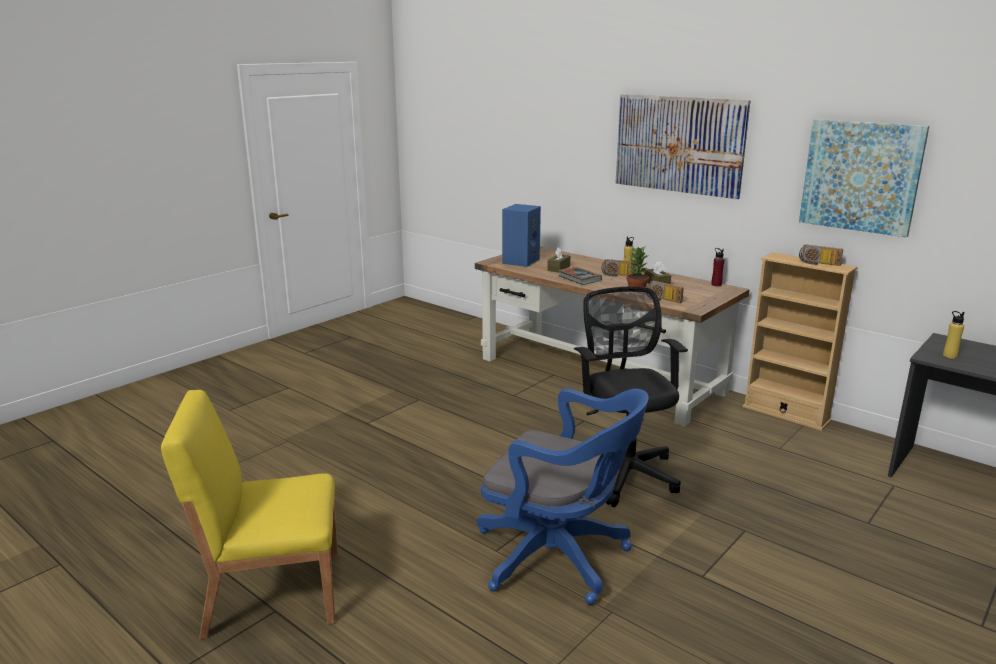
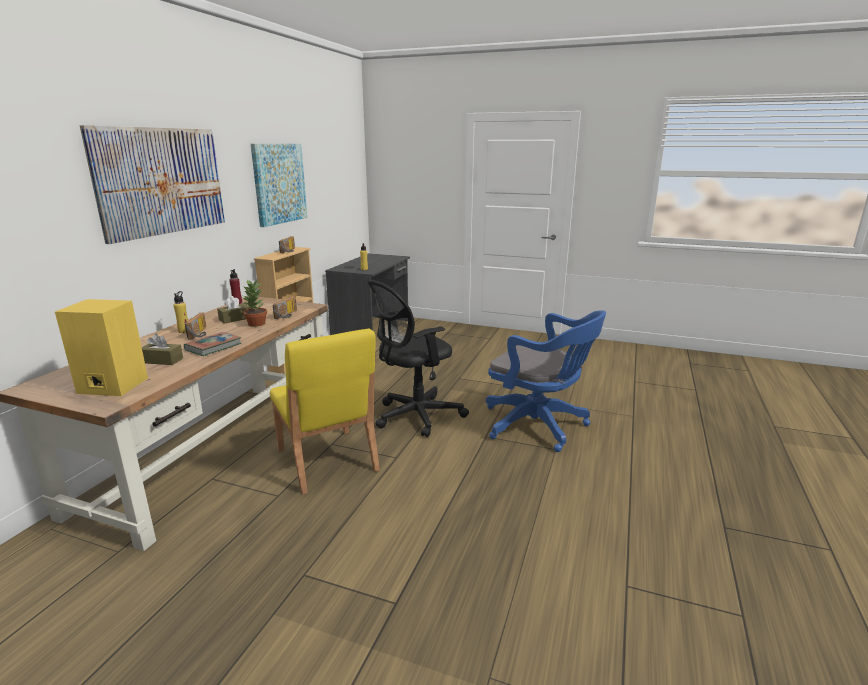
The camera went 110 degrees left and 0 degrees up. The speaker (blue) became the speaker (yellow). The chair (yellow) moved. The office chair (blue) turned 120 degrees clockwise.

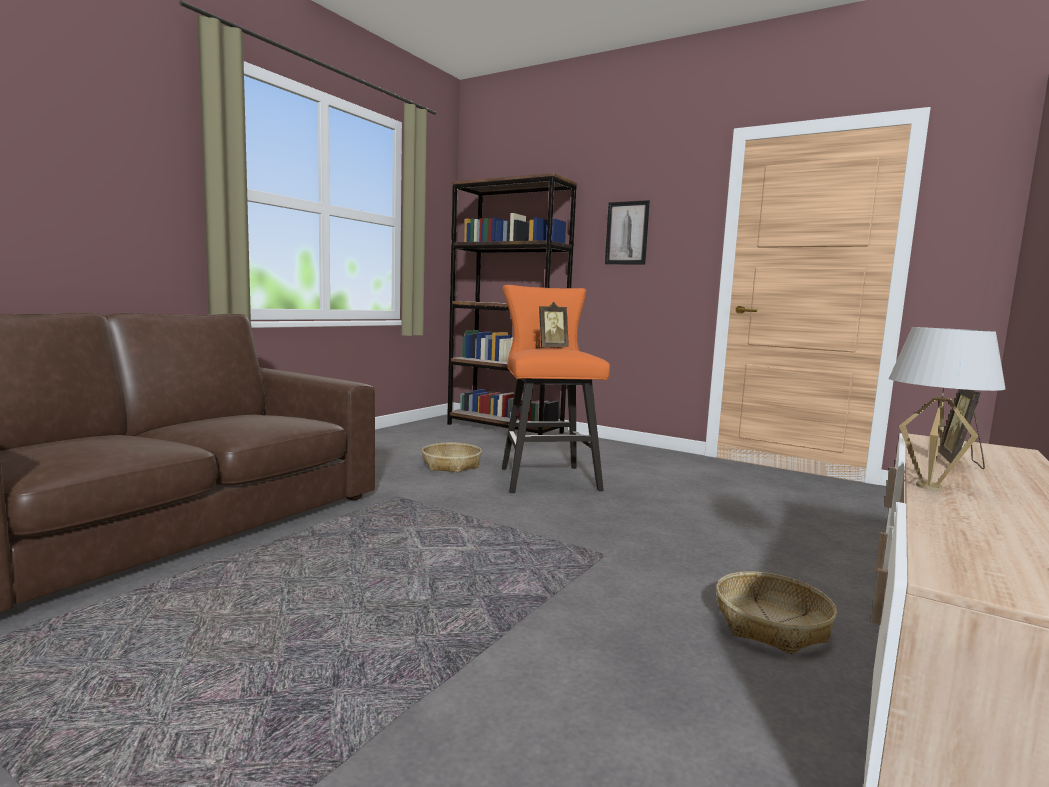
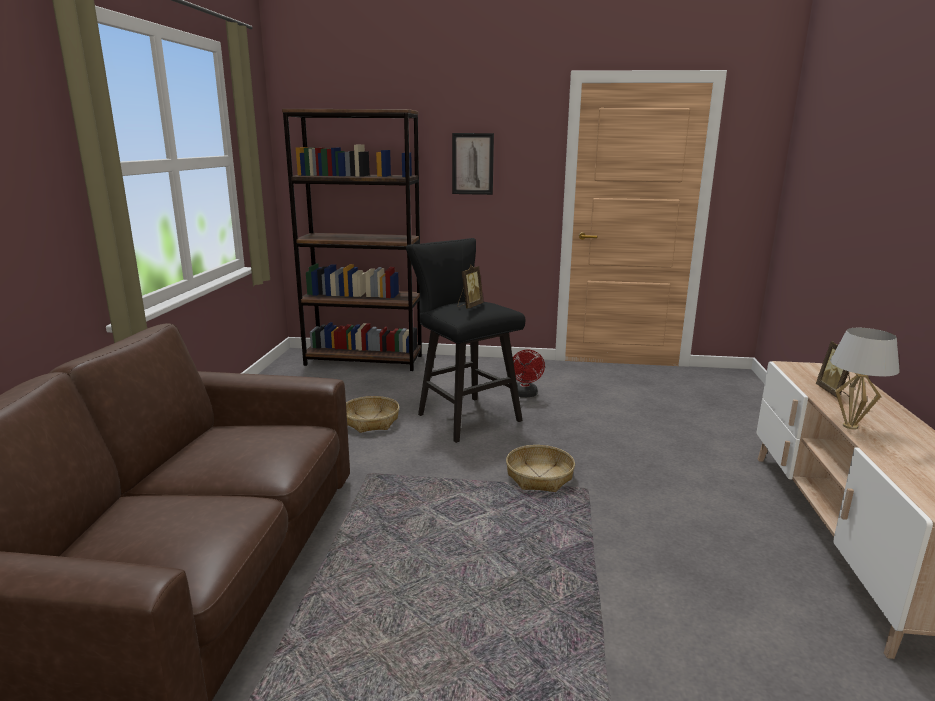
The camera went 25 degrees left and 10 degrees up. The stool (orange) became the stool (black). The basket (2nd from left) moved. The fan (red) appeared.

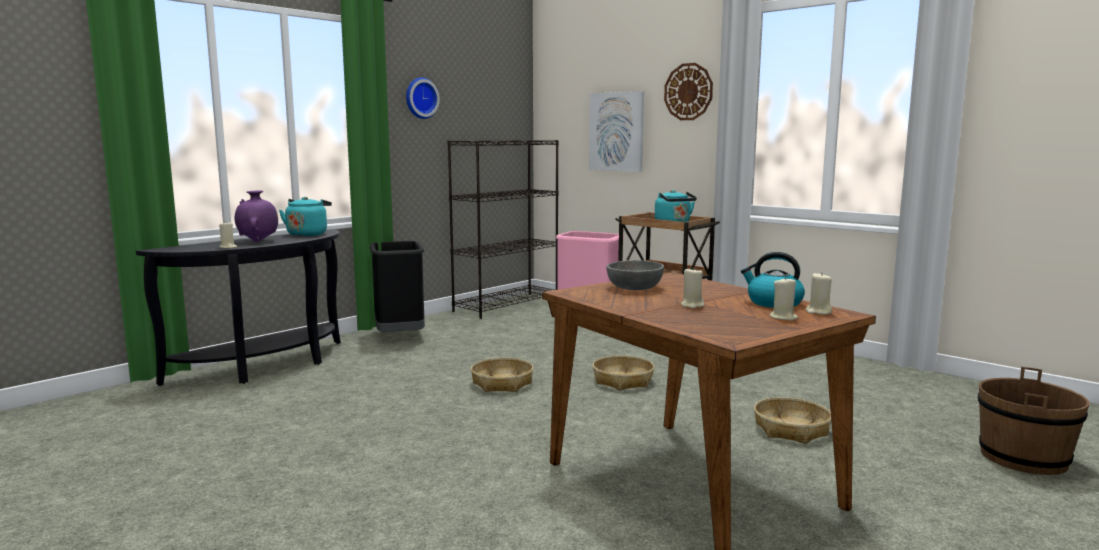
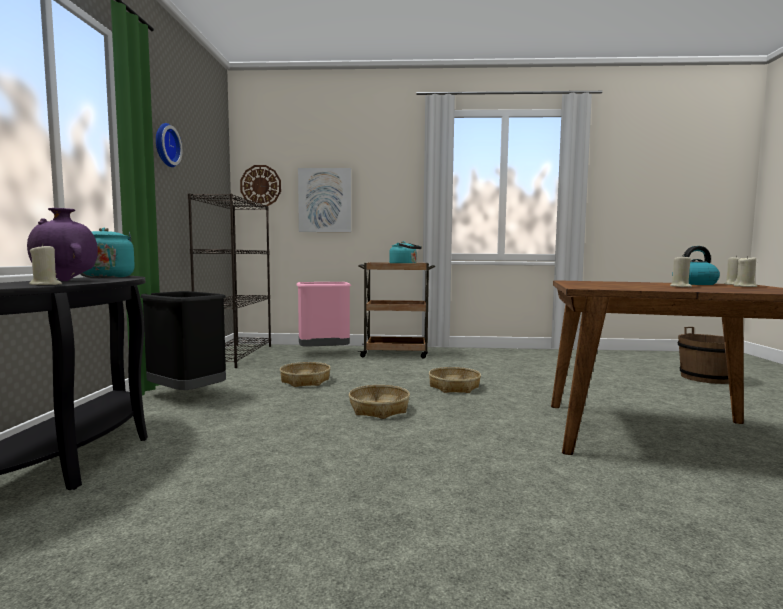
The camera went 40 degrees left and 5 degrees down. The wall clock (2nd from left) moved. The basket (3rd from left in the first image) moved. The bowl (grey) disappeared.

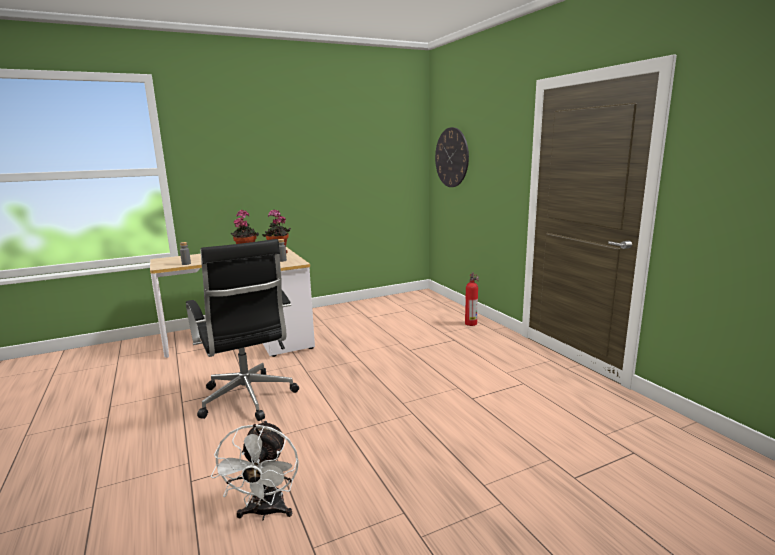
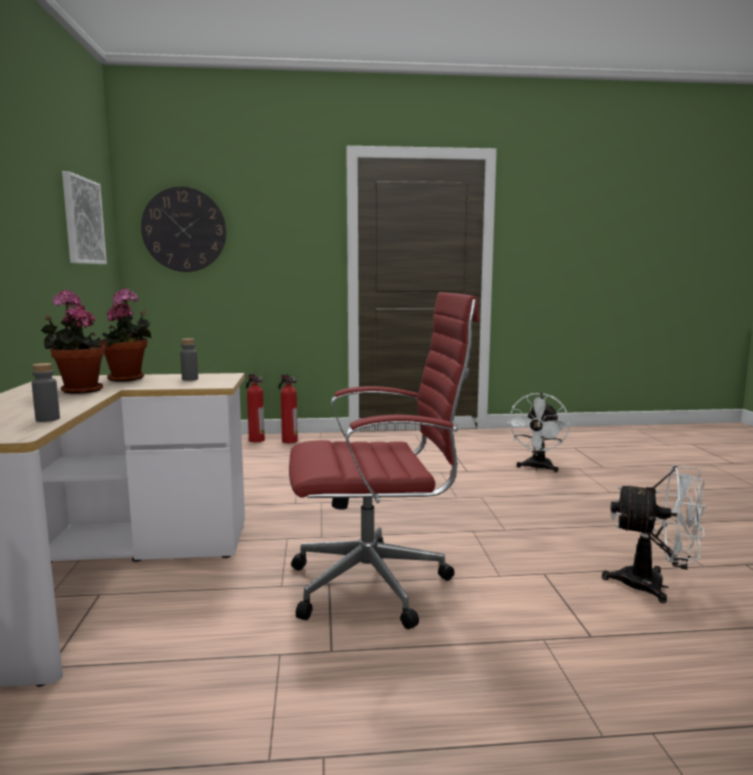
The camera went 70 degrees left and 5 degrees down. The picture appeared. The fire extinguisher (1st from left) appeared. The office chair (black) became the office chair (red). The fan (white) (1st from left) appeared.

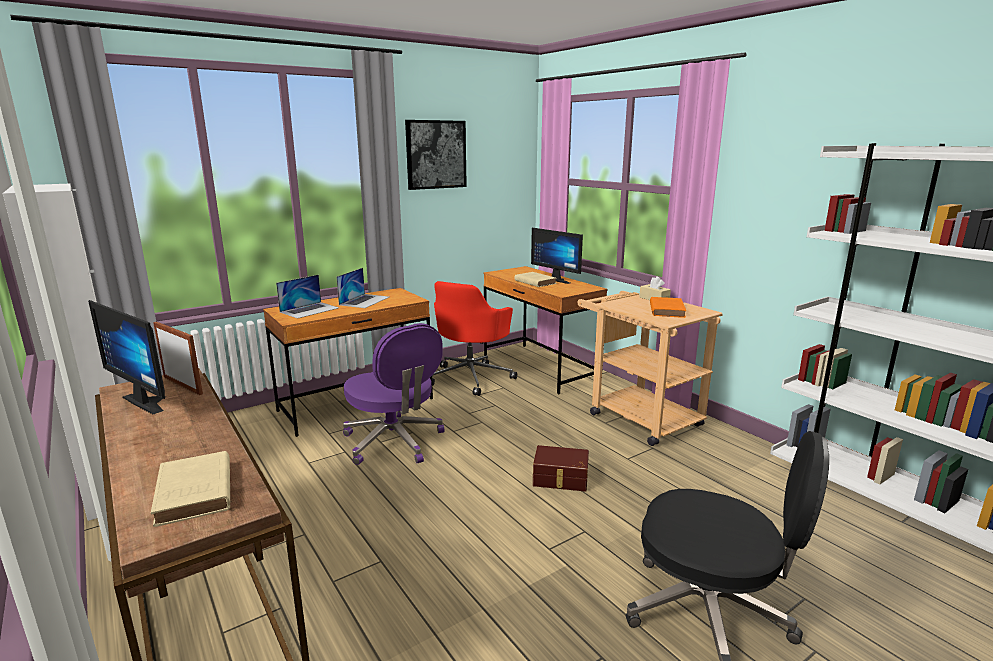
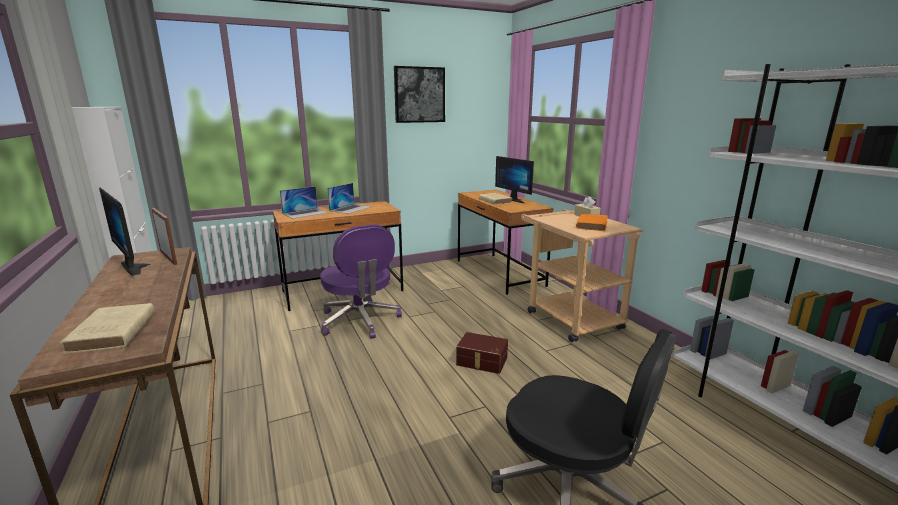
The camera went 10 degrees right and 0 degrees up. The office chair (red) disappeared.

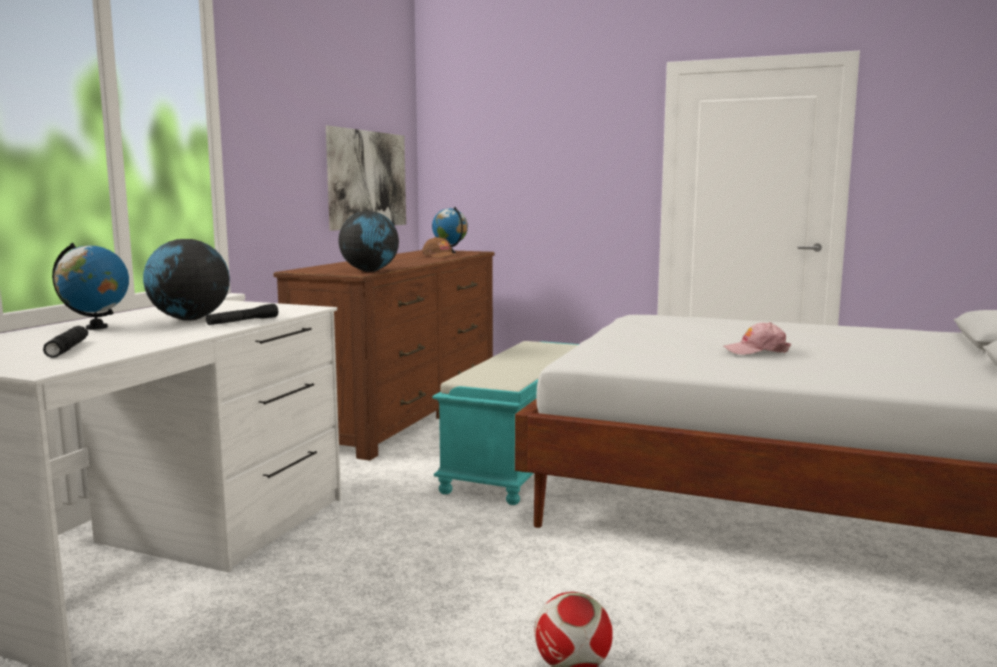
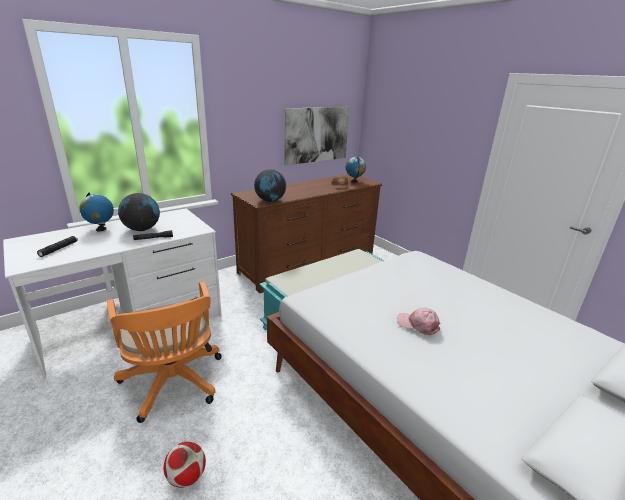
The camera went 30 degrees right and 15 degrees up. The office chair (orange) appeared.

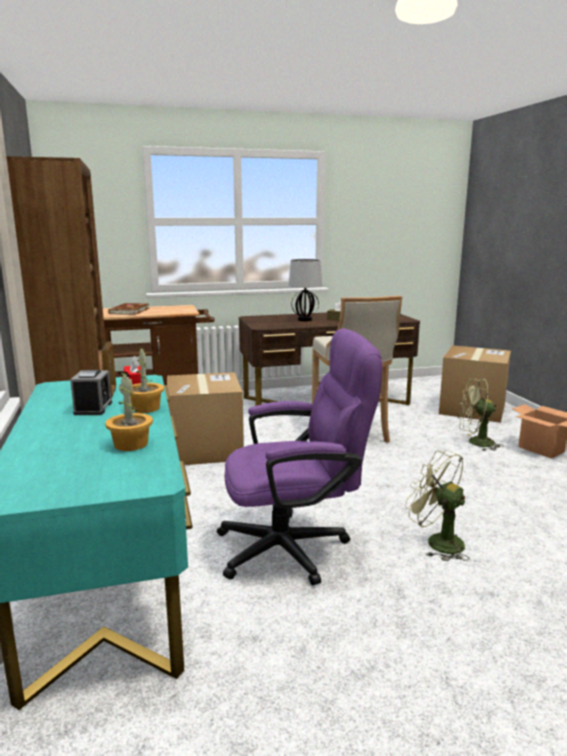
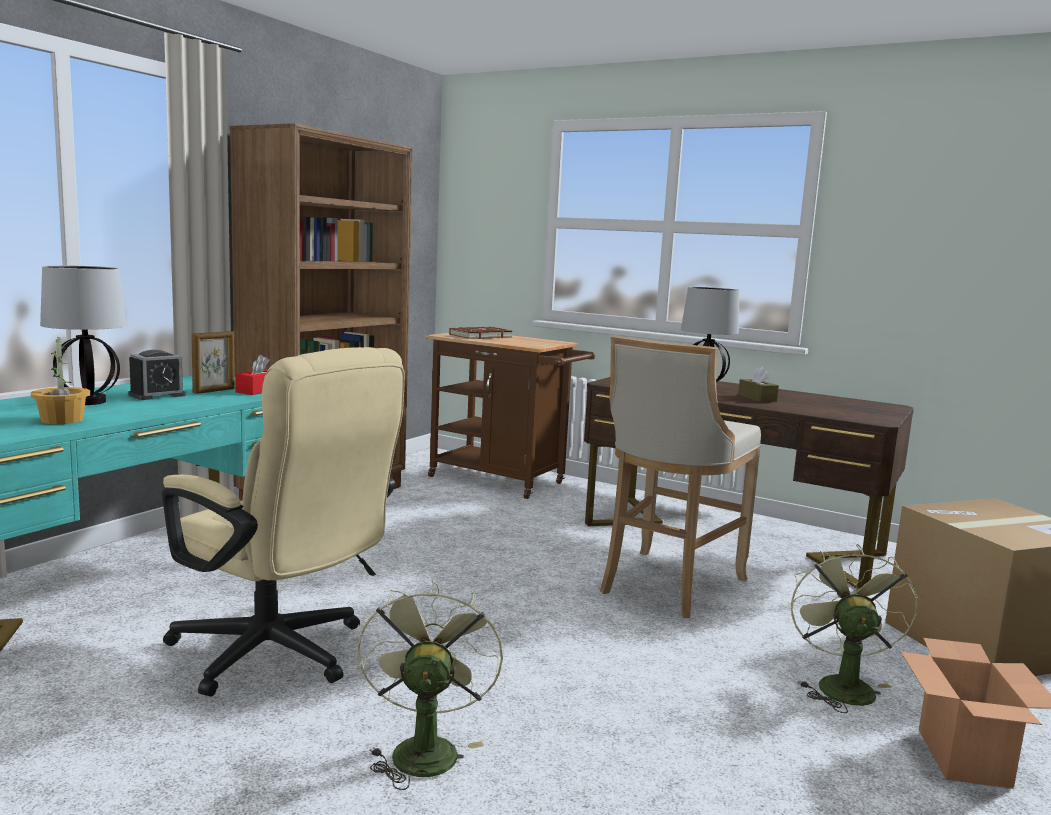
The camera went 45 degrees right and 5 degrees down. The table lamp (1st from left) appeared. The office chair (purple) became the office chair (beige). The fan (green) (2nd from left) turned 45 degrees clockwise. The potted plant (2nd from left) disappeared. The cardboard box (1st from left) disappeared.

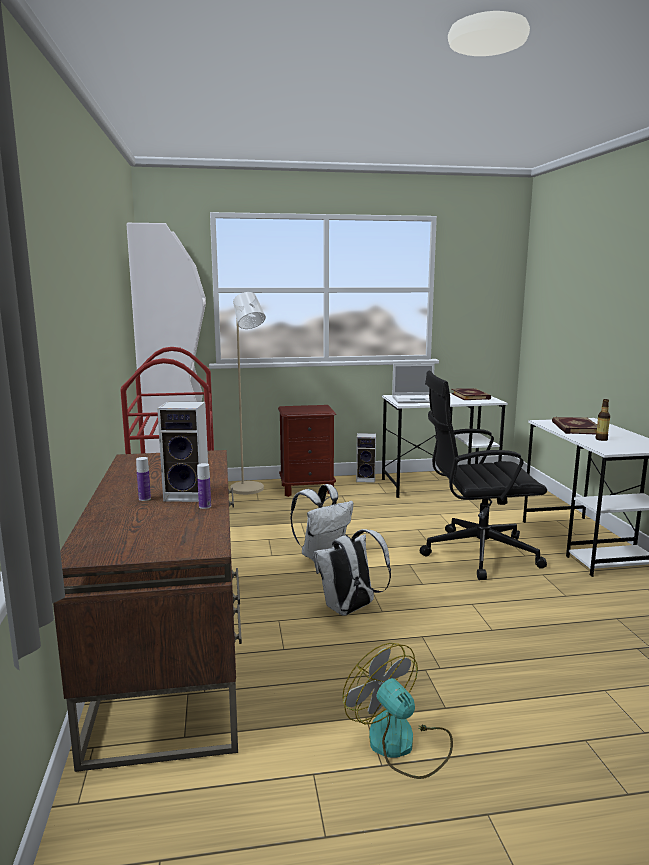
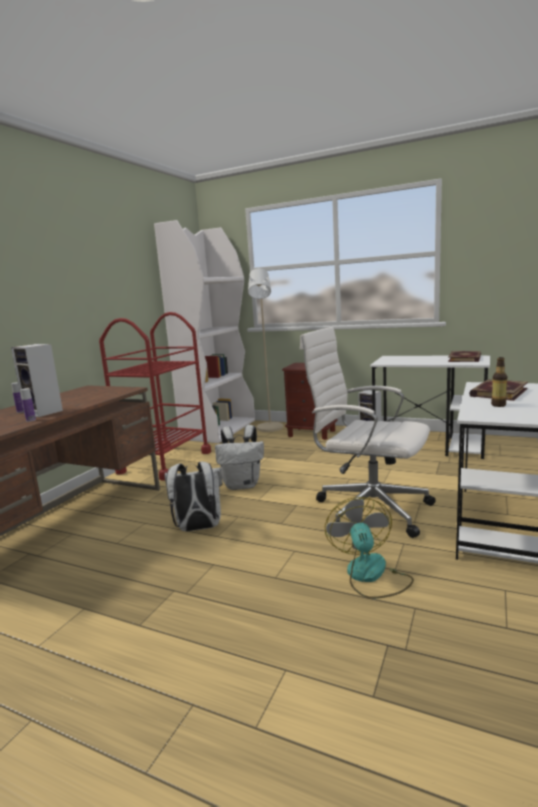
The camera went 35 degrees right and 0 degrees up. The office chair (black) became the office chair (white). The fan moved. The laptop disappeared.

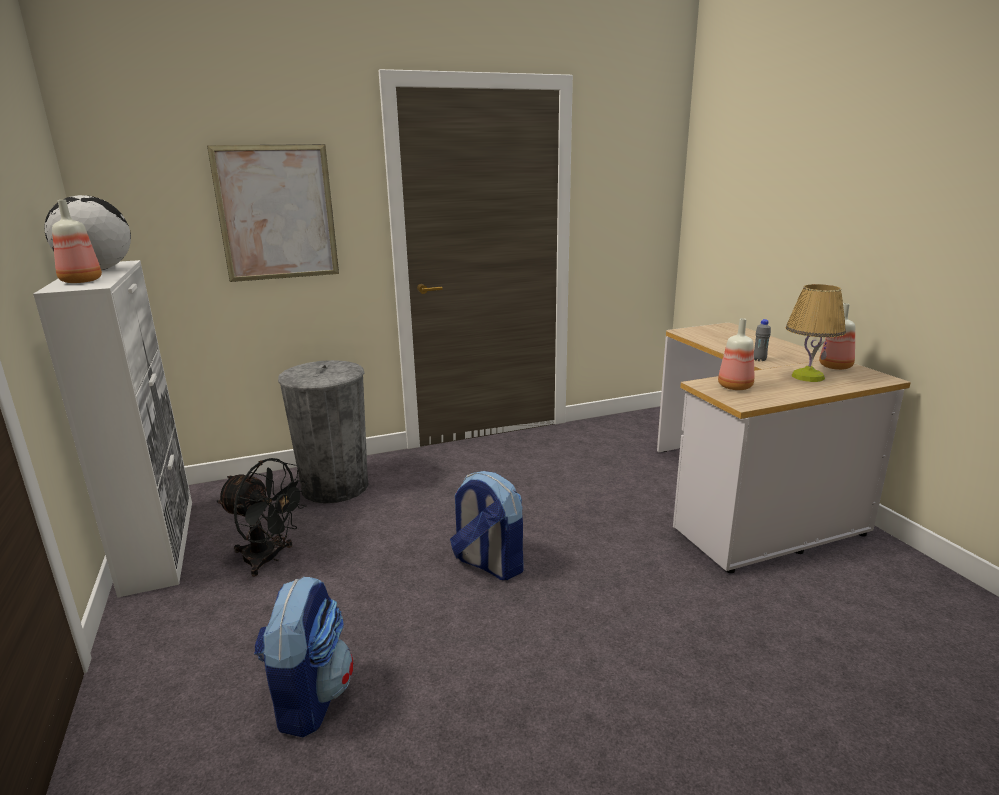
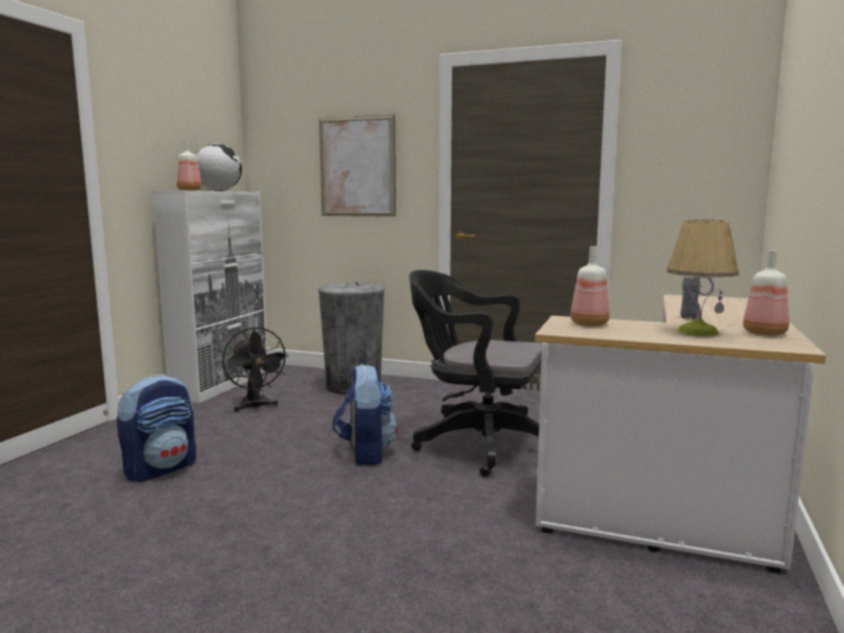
The camera went 40 degrees right and 10 degrees down. The office chair (black) appeared.

